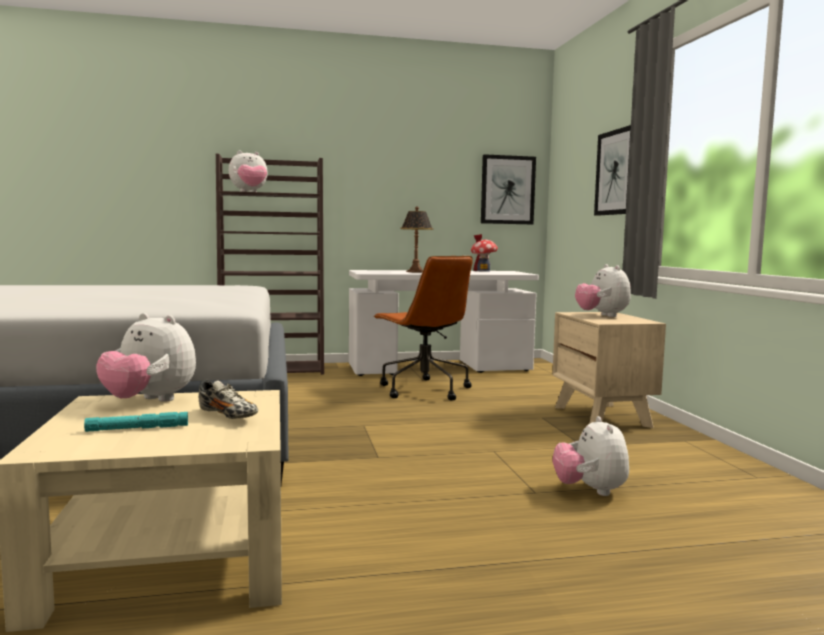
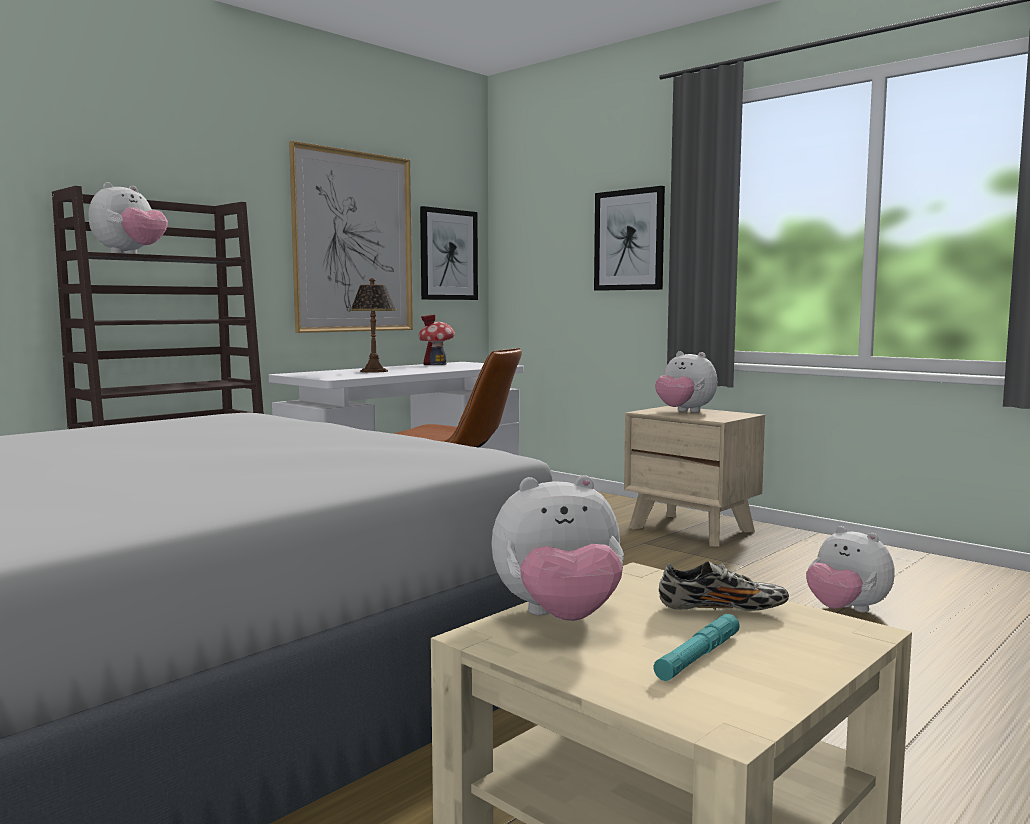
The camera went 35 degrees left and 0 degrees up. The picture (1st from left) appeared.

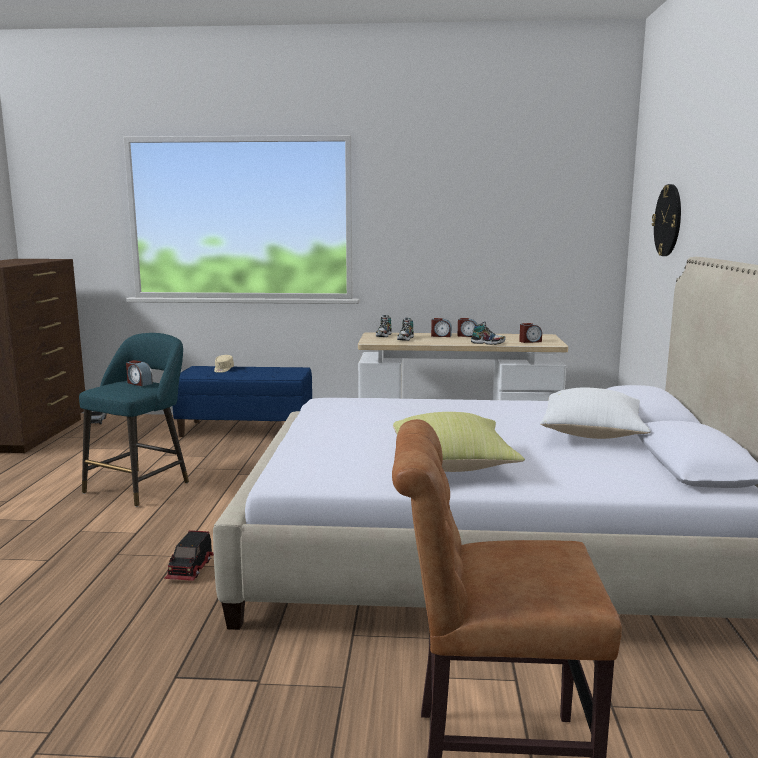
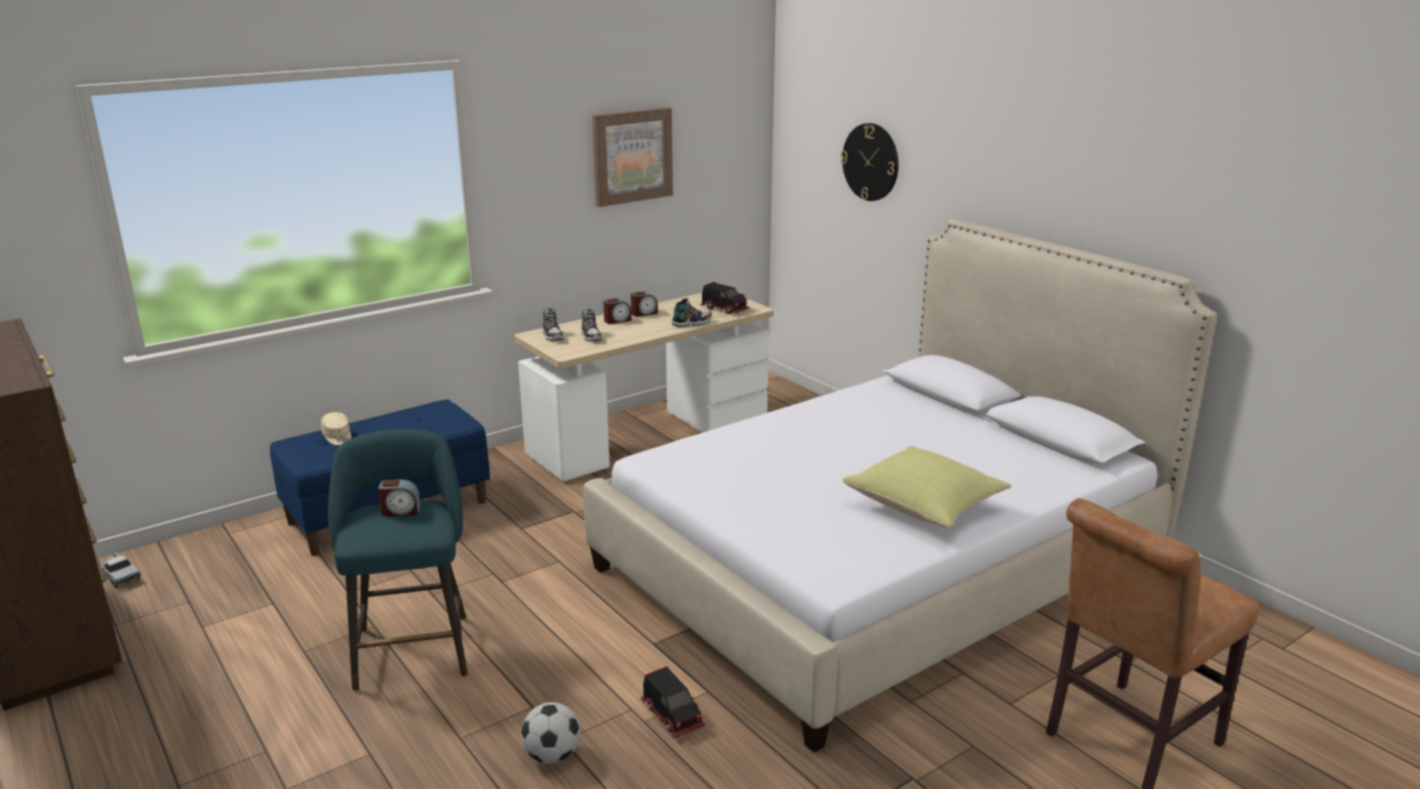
The camera went 40 degrees left and 10 degrees up. The football appeared. The picture appeared. The alarm clock (4th from left) was replaced by the toy truck (3rd from left). The pillow (white) disappeared.

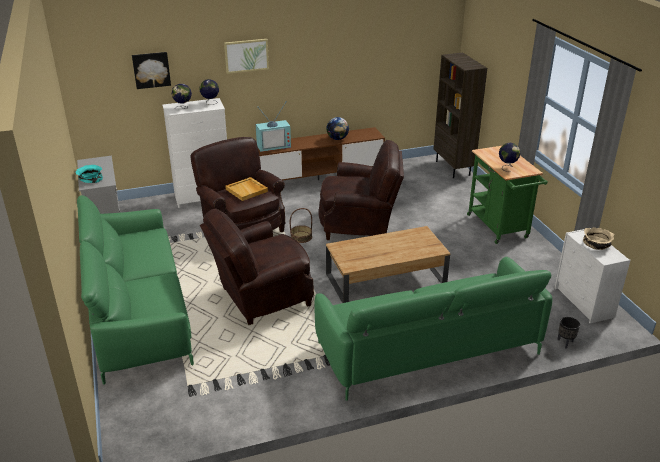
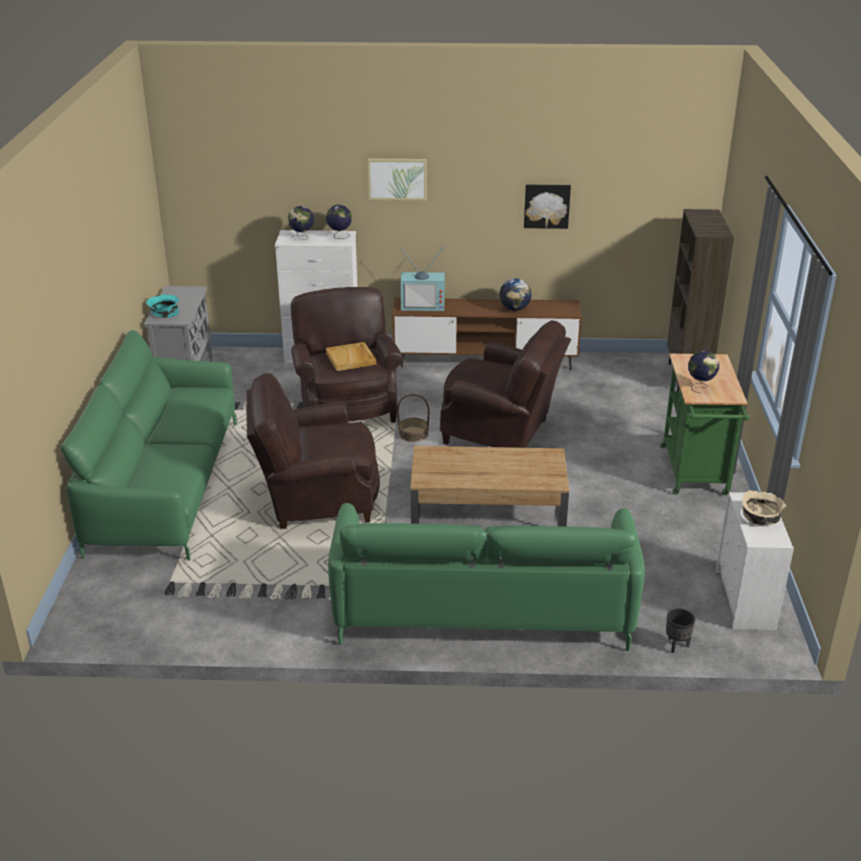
The camera went 20 degrees right and 0 degrees up. The picture (1st from left in the first image) moved.

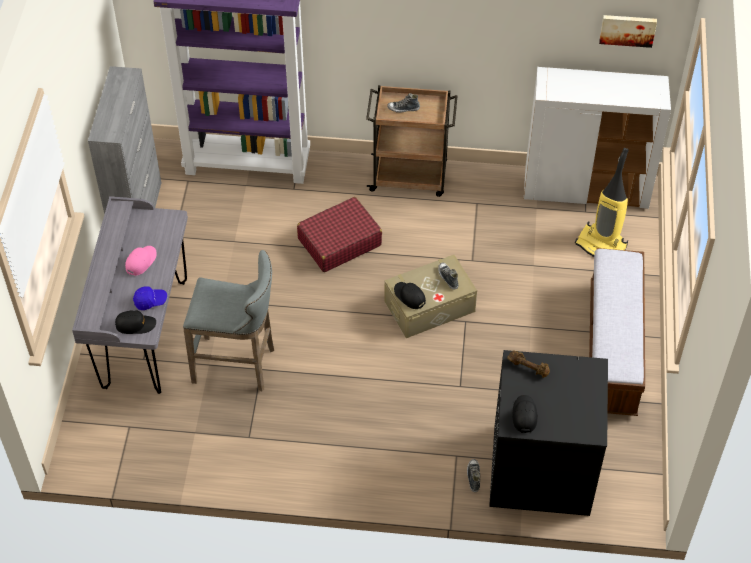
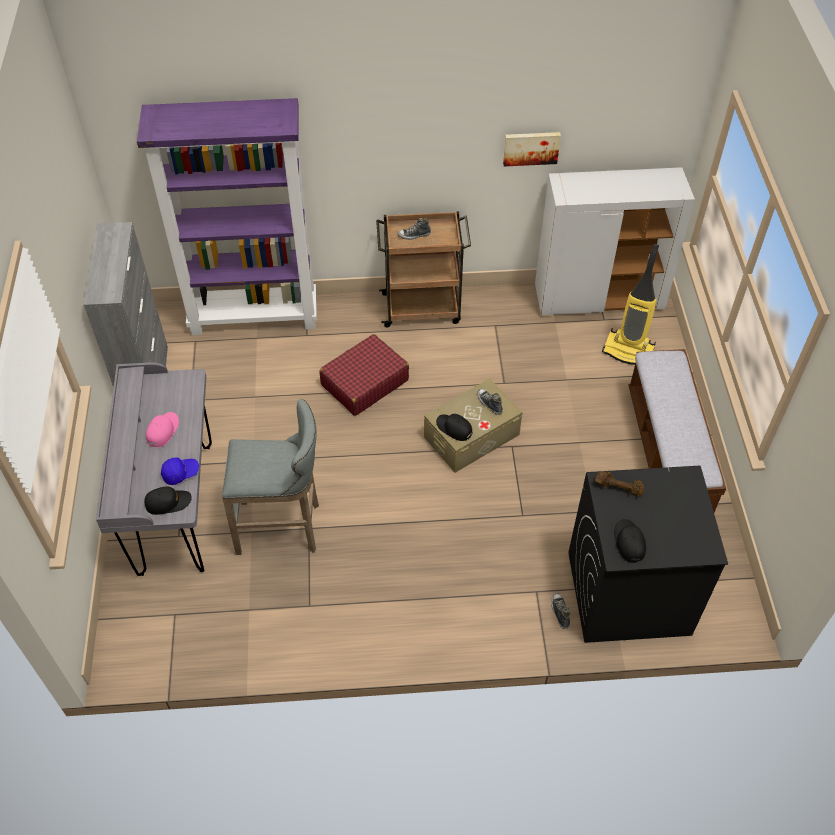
The camera went 10 degrees left and 0 degrees up. The picture moved.

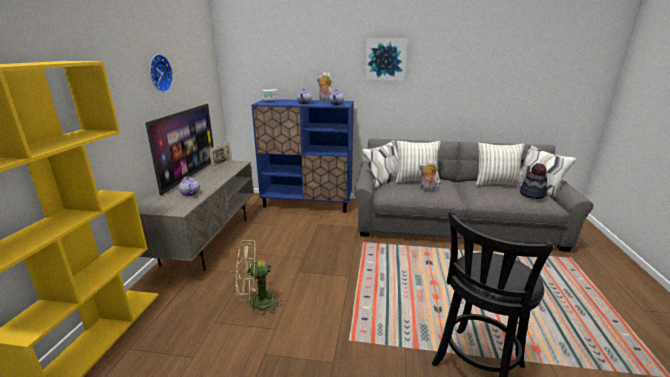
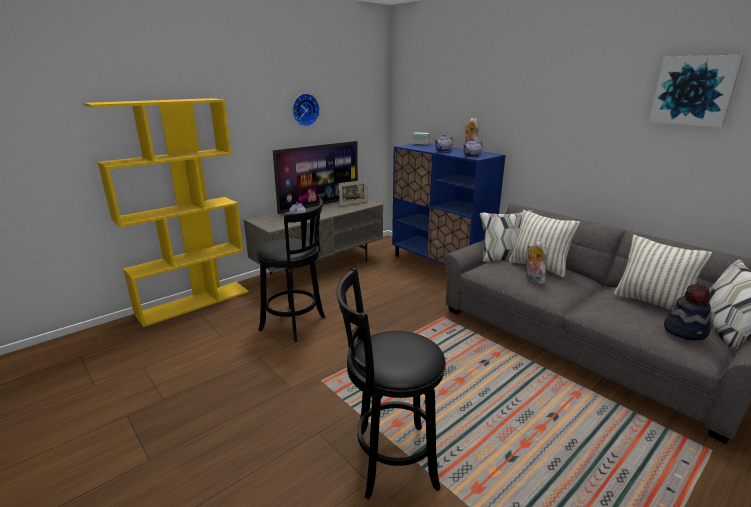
The camera went 40 degrees right and 0 degrees up. The fan (green) was replaced by the stool (black) (1st from left). The picture moved.

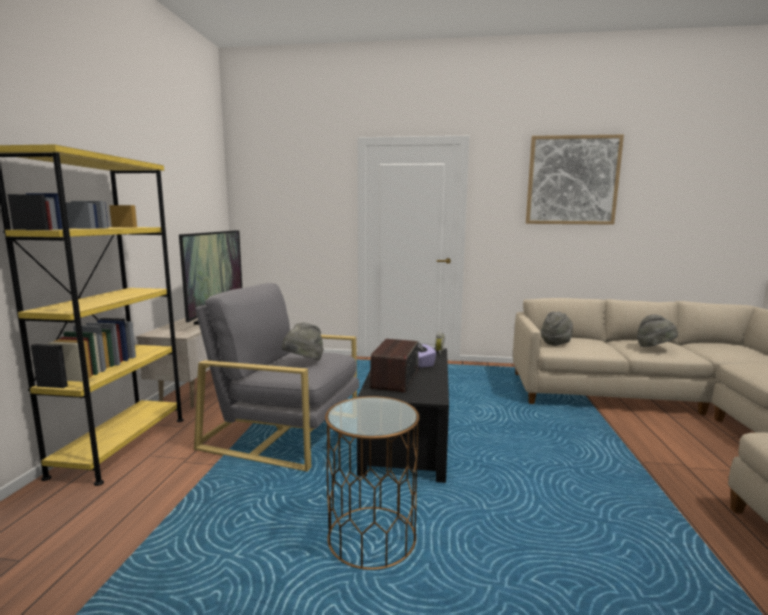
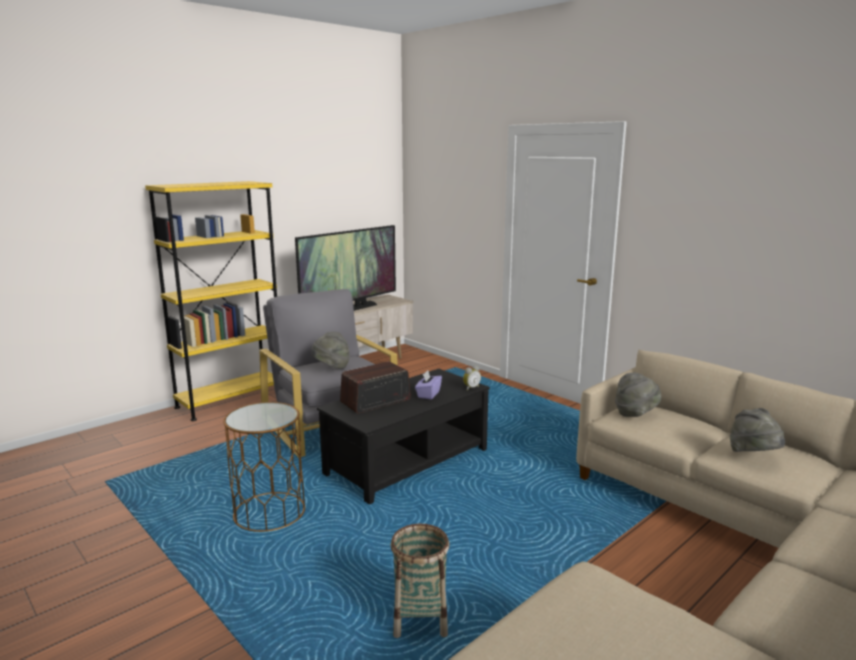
The camera went 40 degrees right and 5 degrees up. The basket appeared. The picture disappeared.

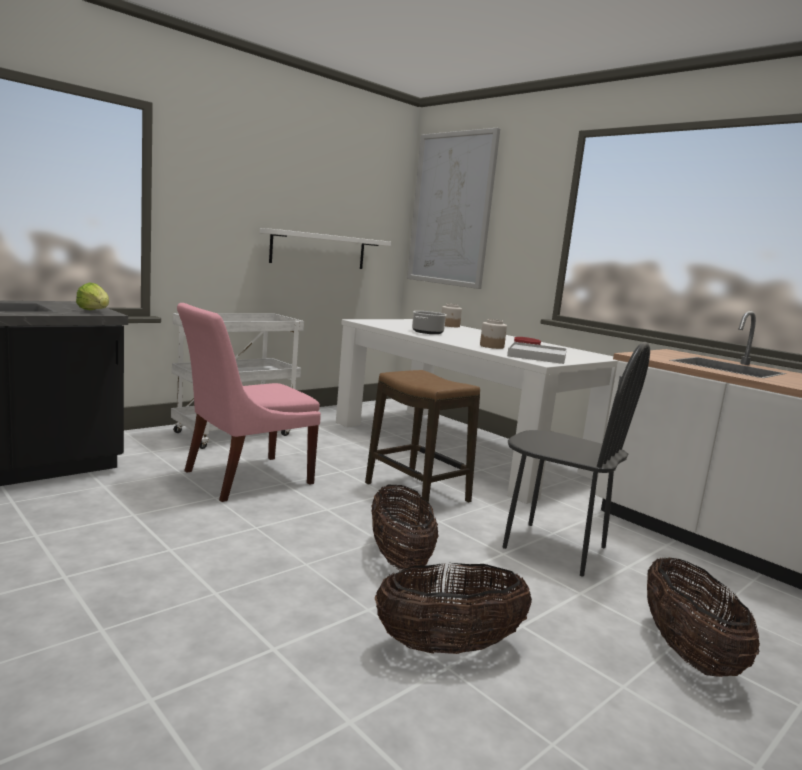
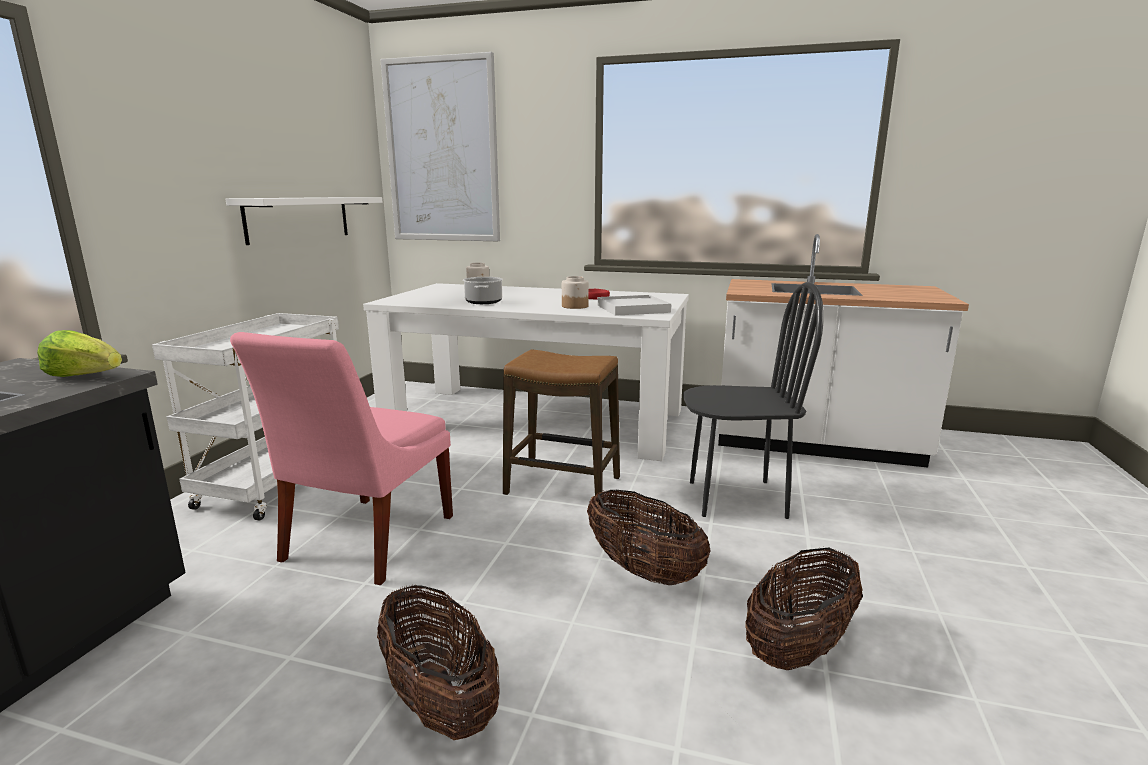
The camera went 30 degrees left and 5 degrees up. The basket (3rd from left in the first image) moved.

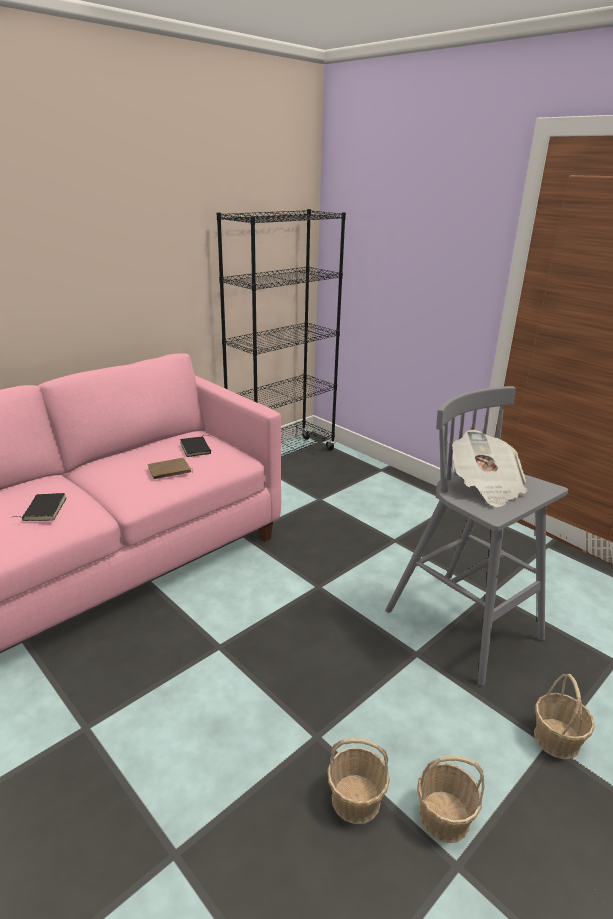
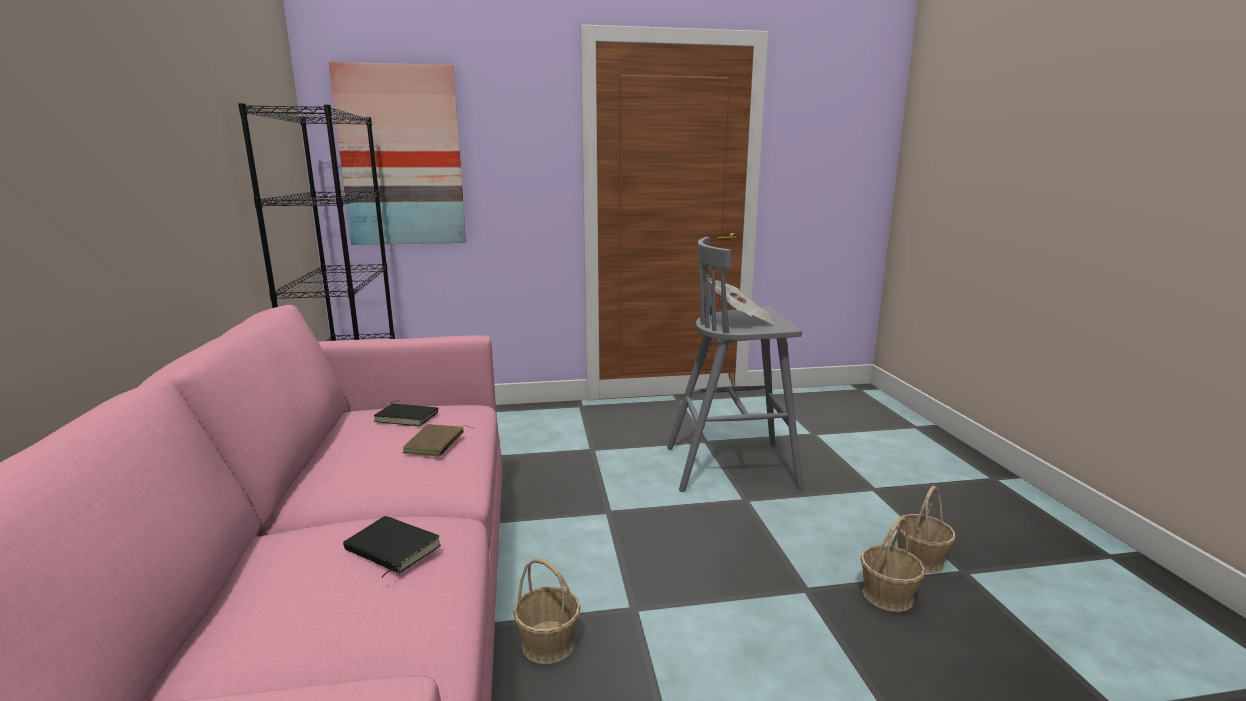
The camera went 55 degrees left and 10 degrees down. The picture appeared. The basket (3rd from left in the first image) moved.

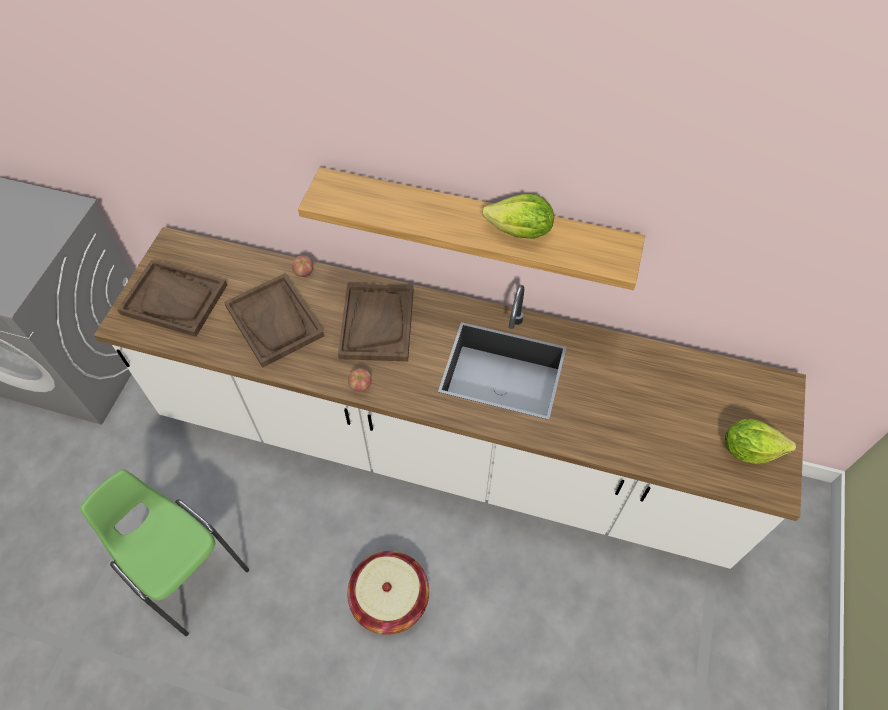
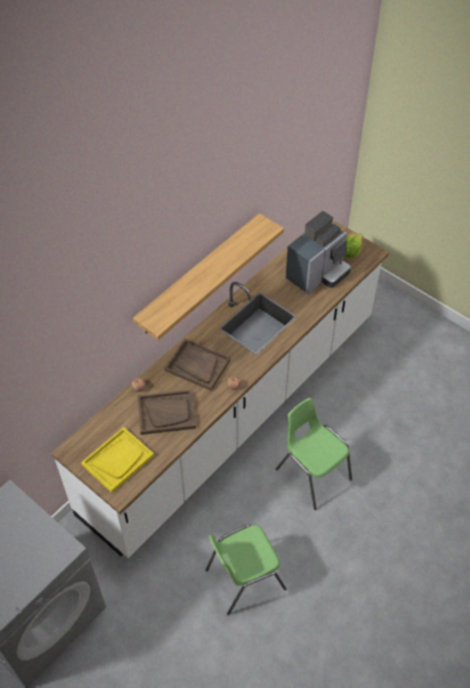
The camera went 65 degrees left and 5 degrees down. The tray (brown) (1st from left) became the tray (yellow). The basket was replaced by the chair (green) (2nd from left). The coffee machine appeared. The lettuce (1st from left) disappeared.

